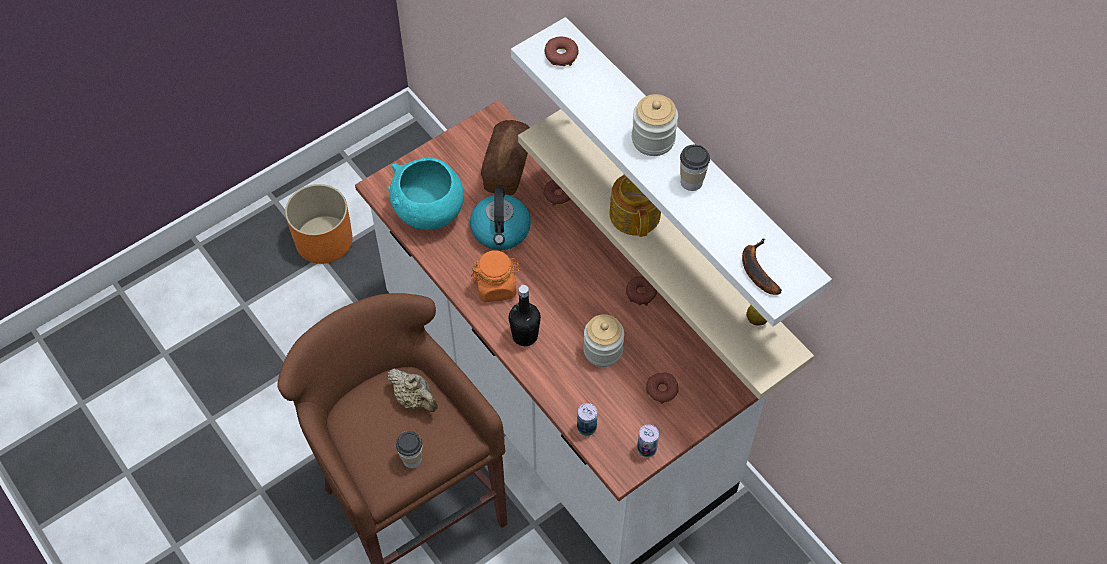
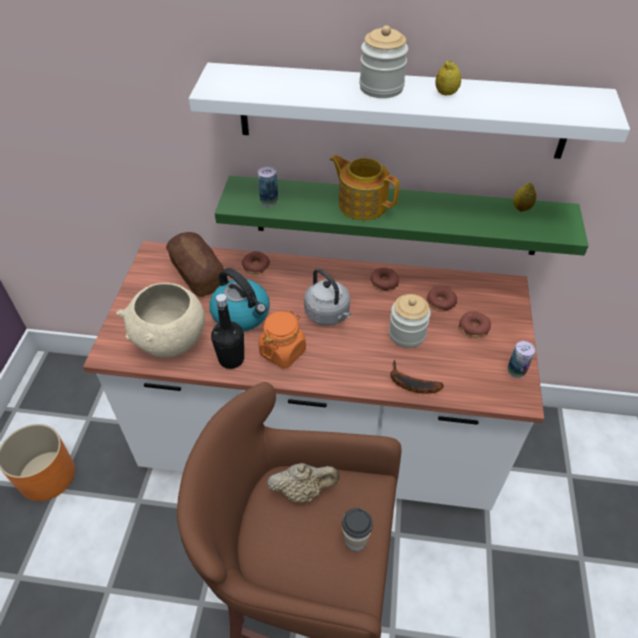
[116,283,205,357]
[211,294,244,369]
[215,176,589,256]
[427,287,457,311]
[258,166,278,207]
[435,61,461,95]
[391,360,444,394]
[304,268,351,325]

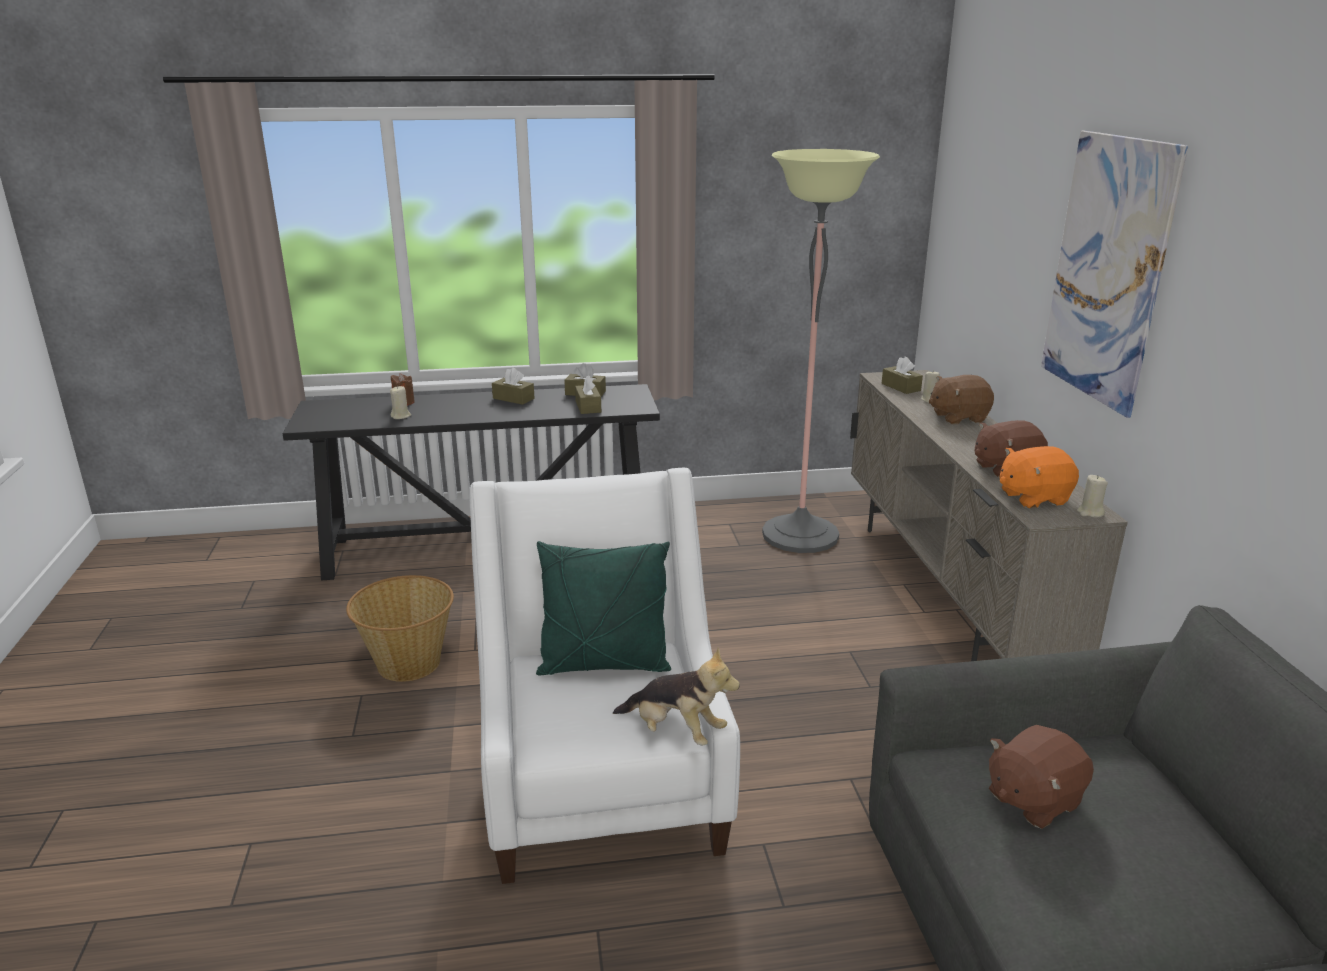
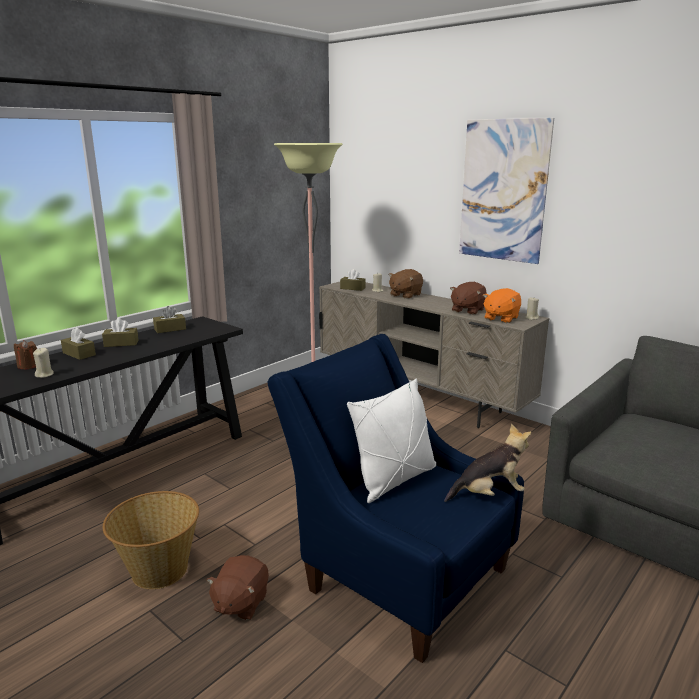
[268,334,524,663]
[347,378,436,503]
[61,328,96,360]
[206,555,269,620]

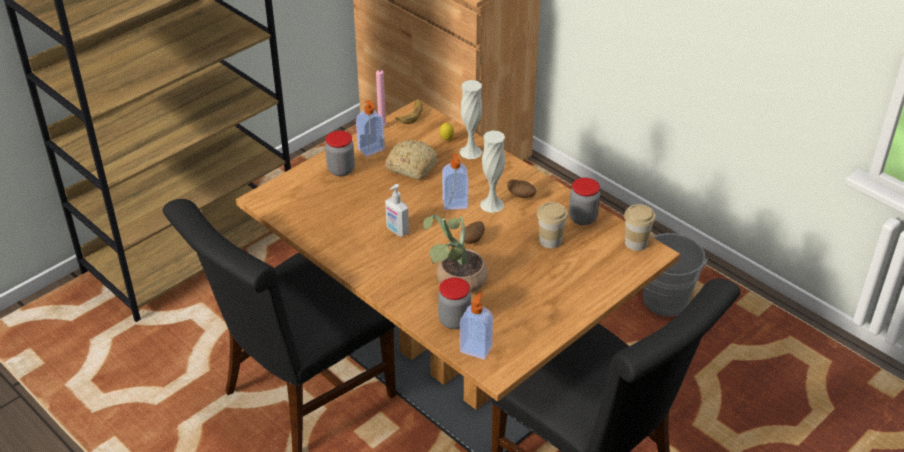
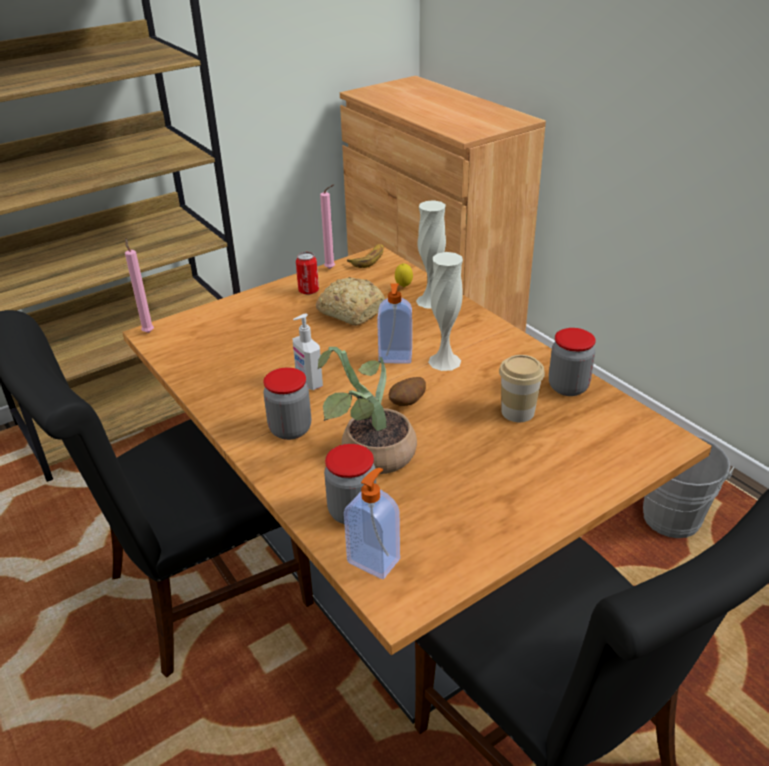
[264,367,311,440]
[296,252,319,295]
[507,179,536,198] (first image)
[624,204,656,251] (first image)
[125,238,154,333]

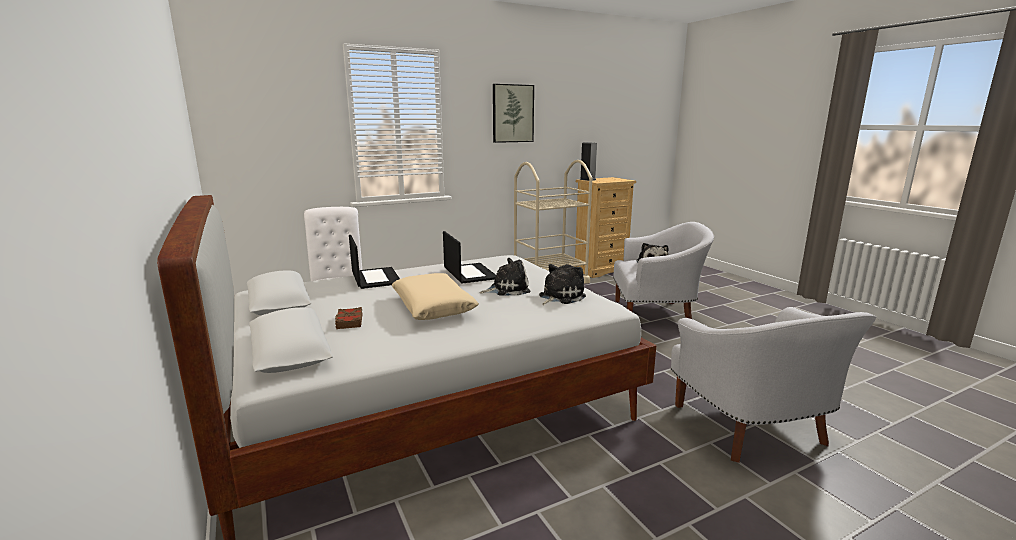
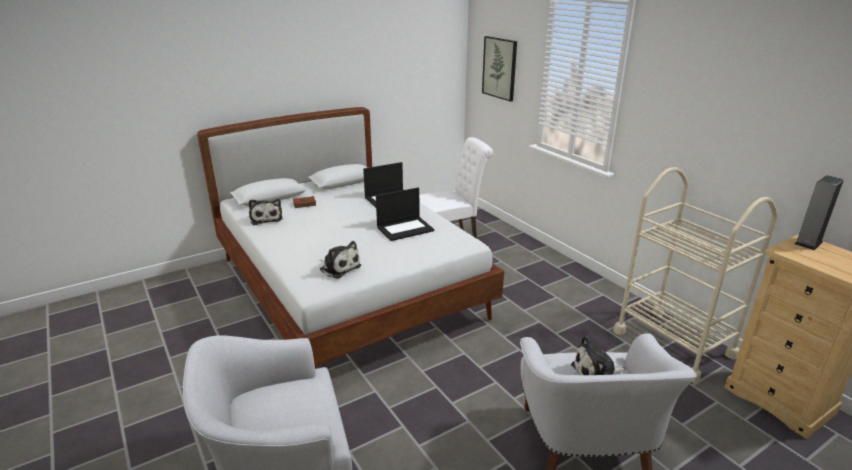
[392,273,479,320] (first image)
[249,199,283,225]
[482,36,517,101]

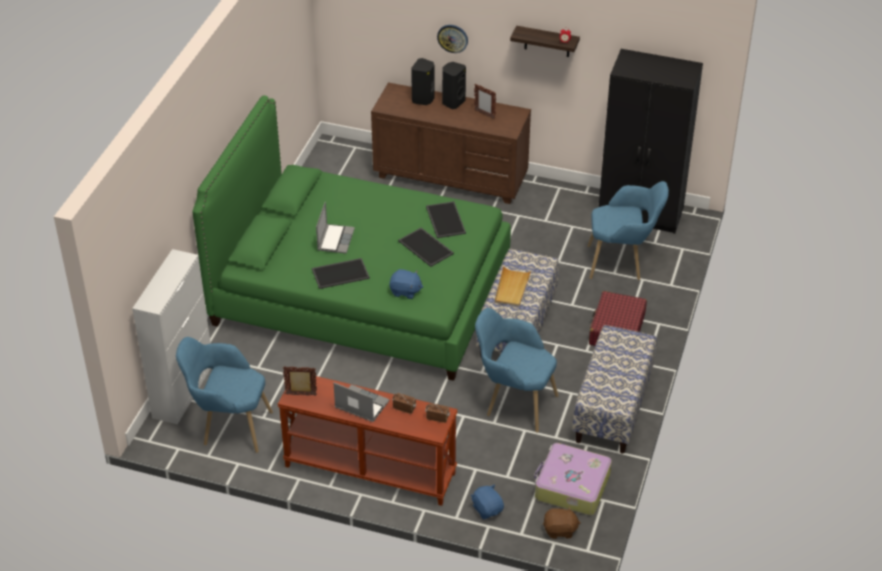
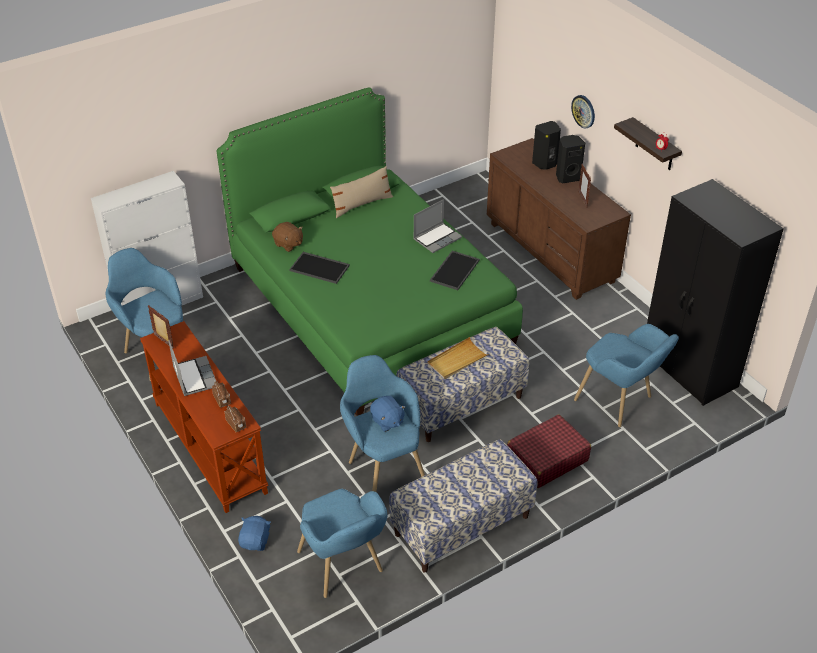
[413,199,462,253]
[370,396,406,432]
[398,228,454,267] (first image)
[297,489,388,598]
[272,222,303,252]
[330,166,393,218]

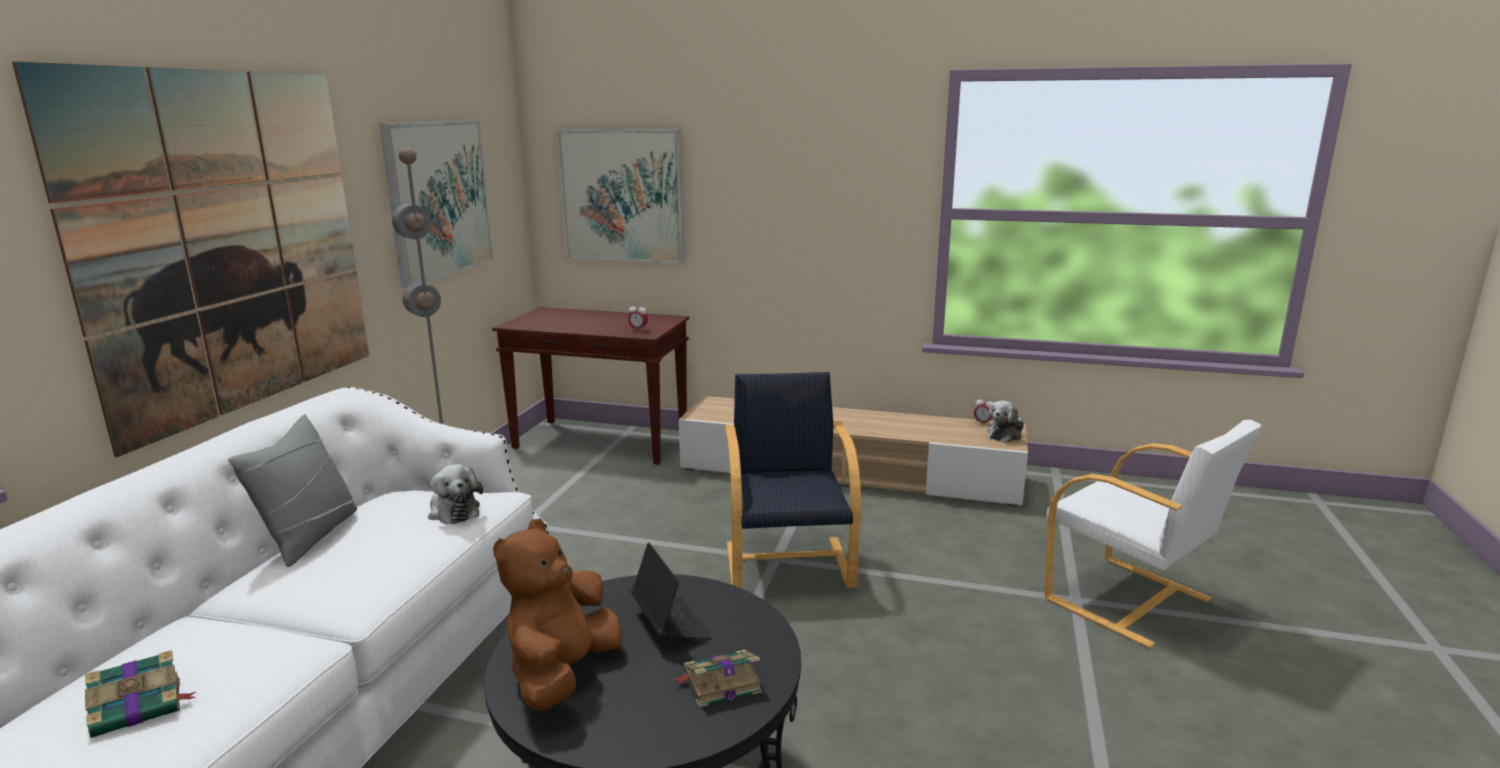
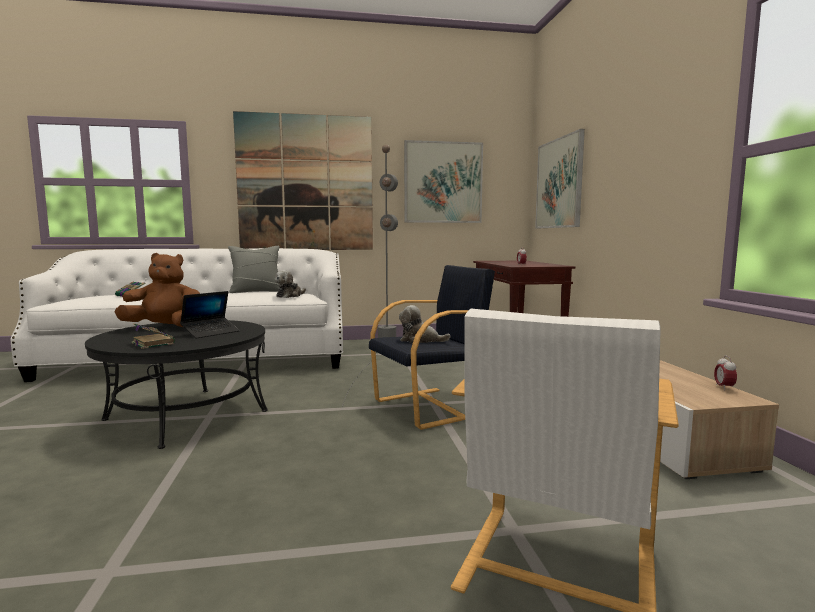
[399,305,451,343]

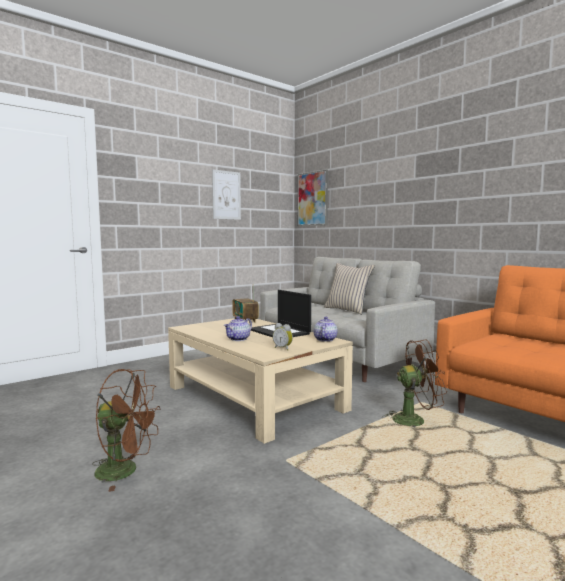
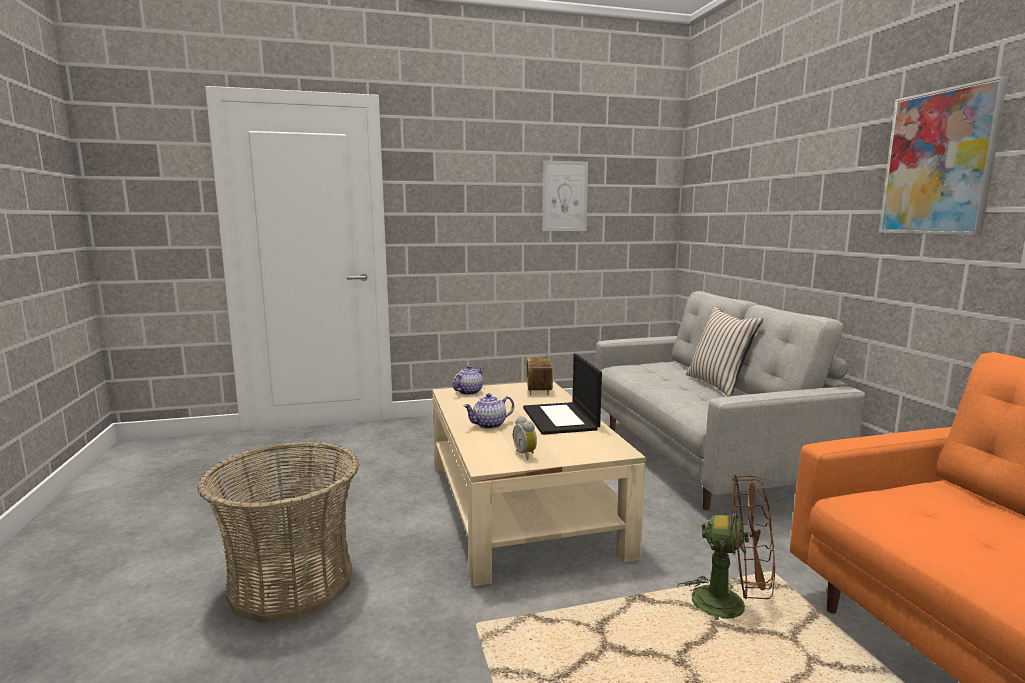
[197,442,359,623]
[879,76,1008,235]
[452,365,484,395]

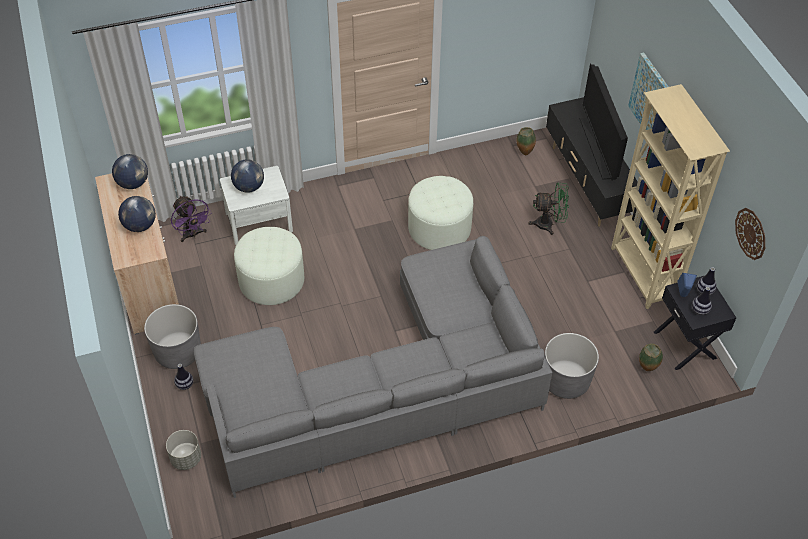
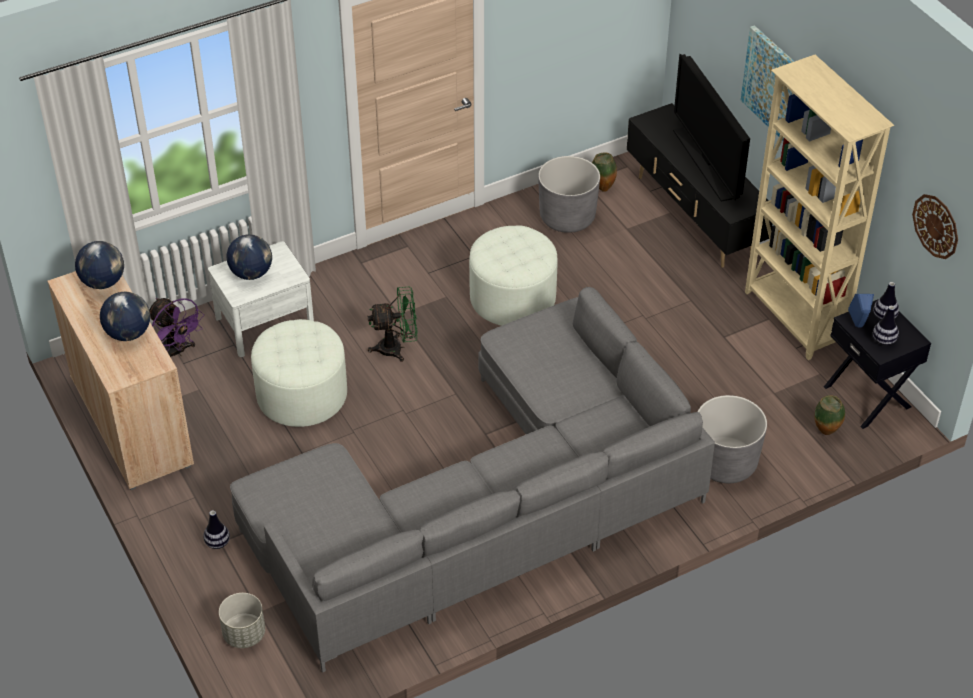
[538,156,600,233]
[368,286,418,362]

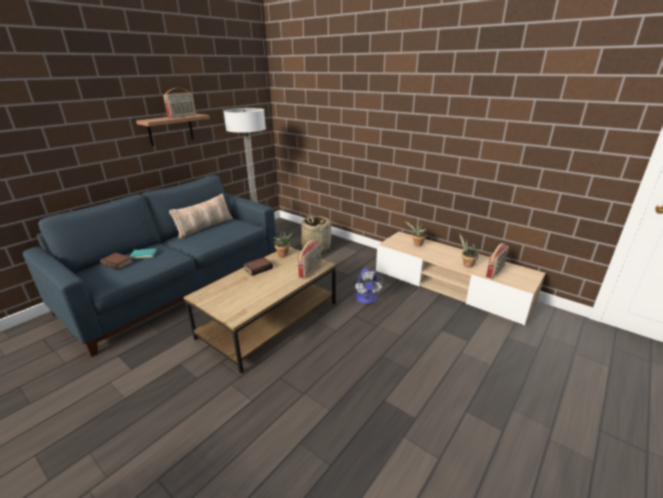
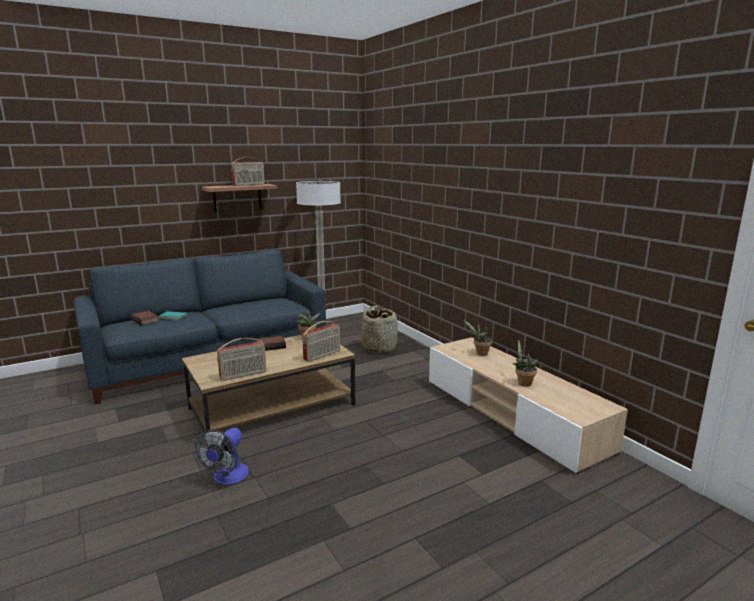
[169,194,233,239] (first image)
[195,428,249,485]
[217,338,266,381]

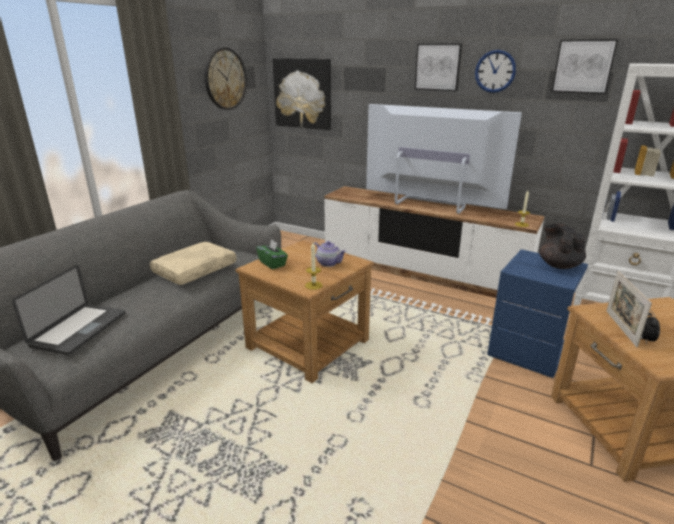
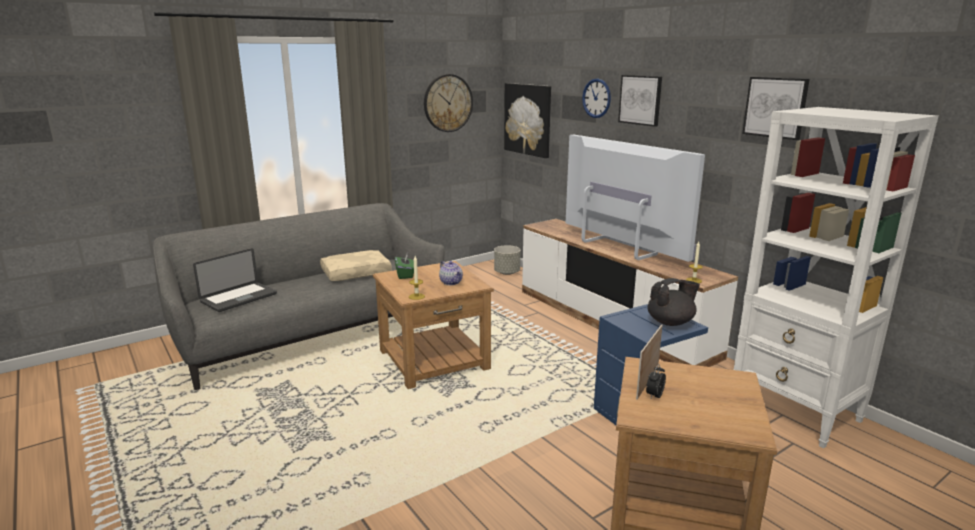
[582,79,611,118]
[647,278,700,326]
[494,245,521,275]

